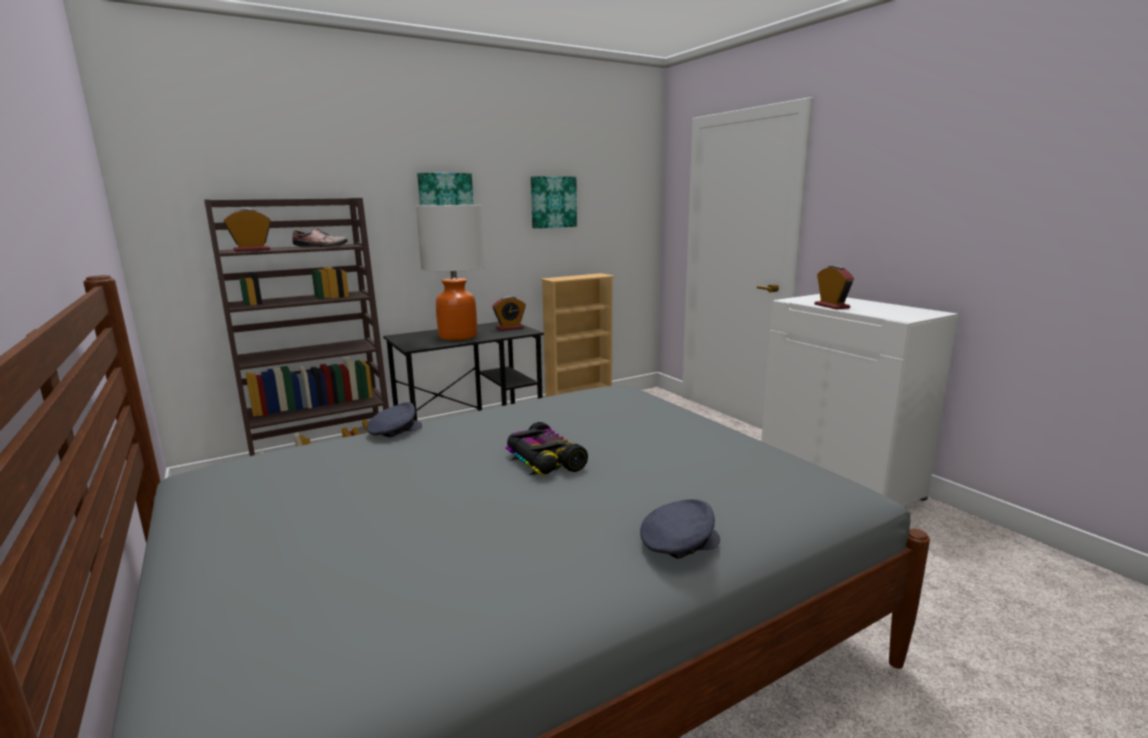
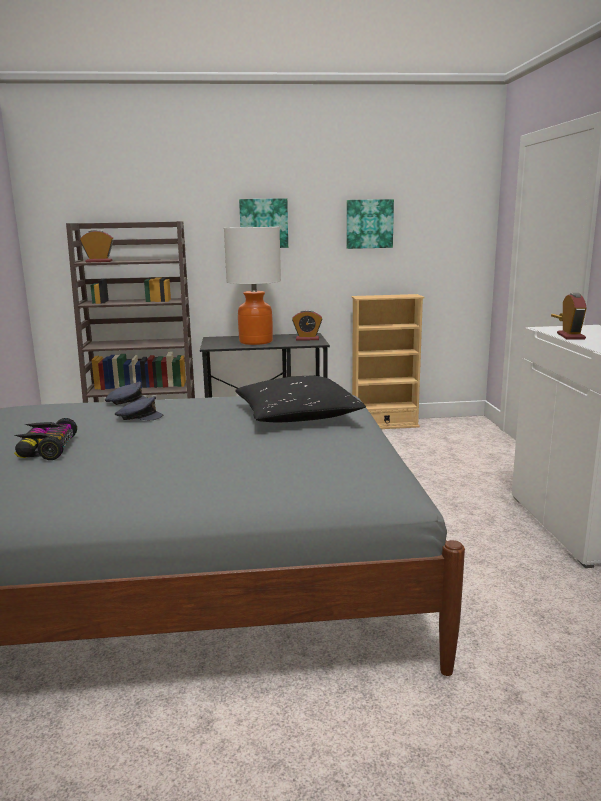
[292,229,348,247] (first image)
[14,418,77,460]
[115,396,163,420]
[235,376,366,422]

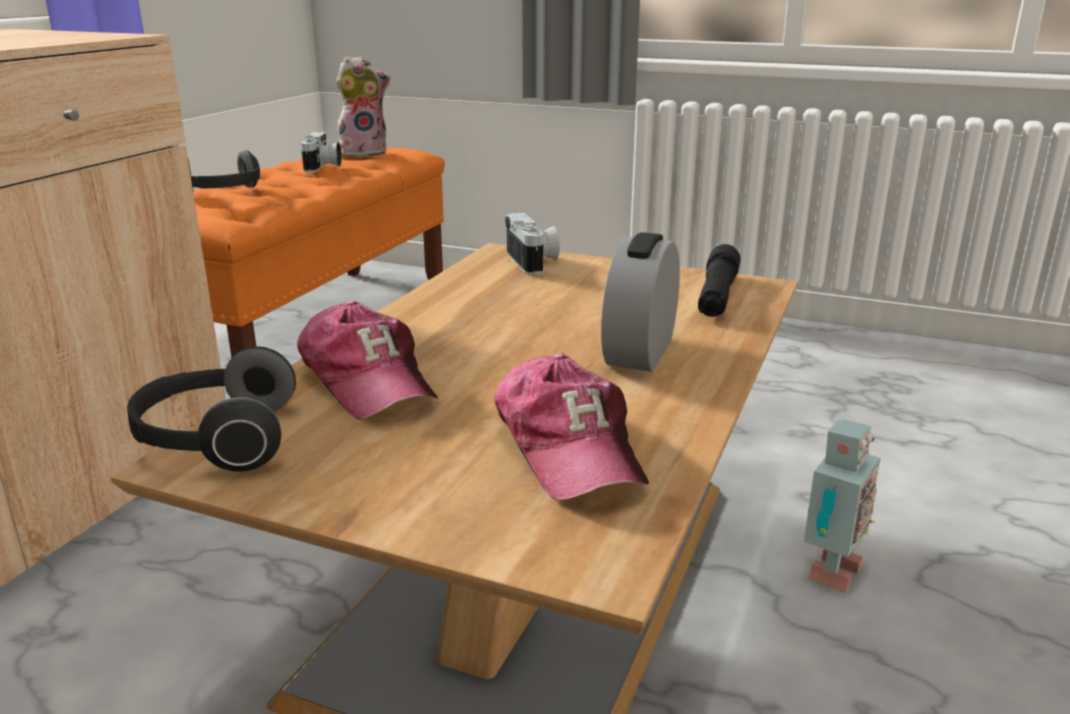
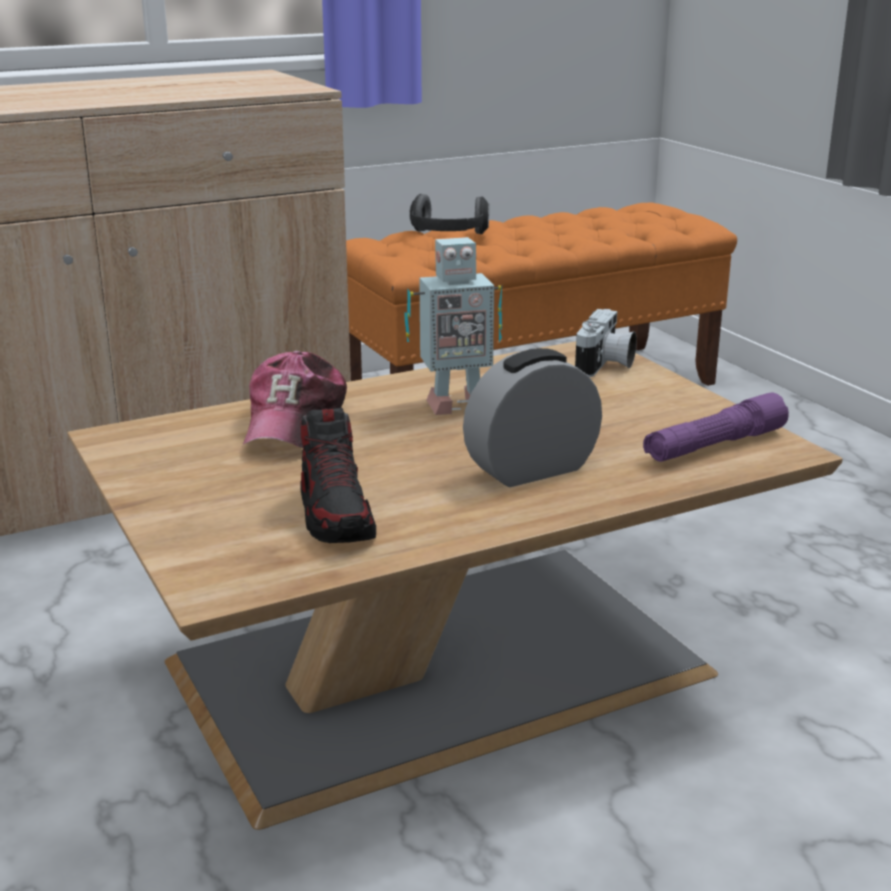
[127,346,296,471] (first image)
[301,132,342,172] (first image)
[336,55,391,157] (first image)
[300,408,376,543]
[643,393,789,462]
[405,237,502,415]

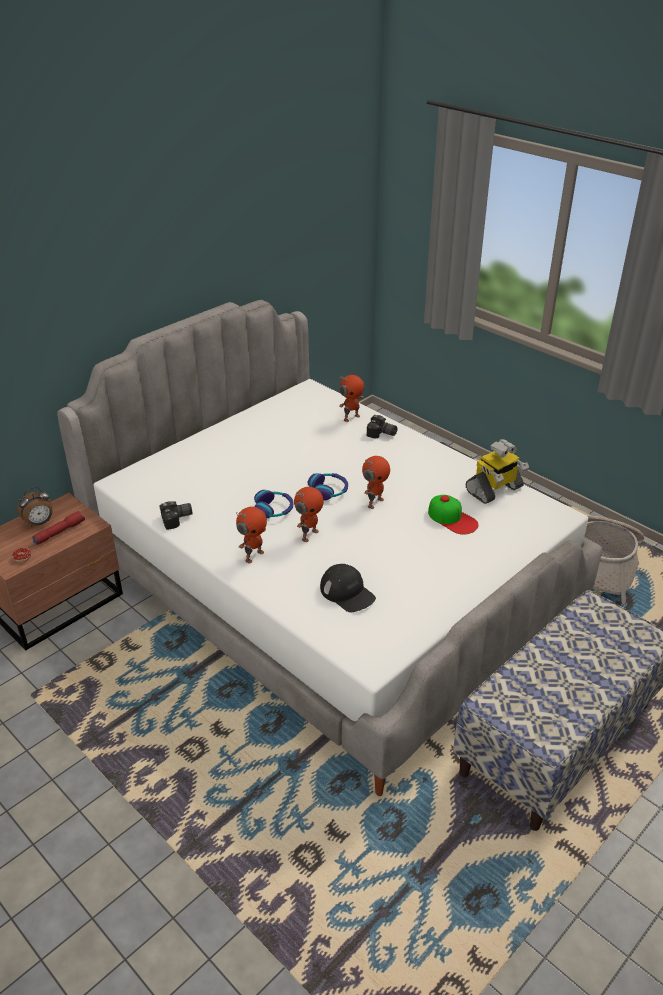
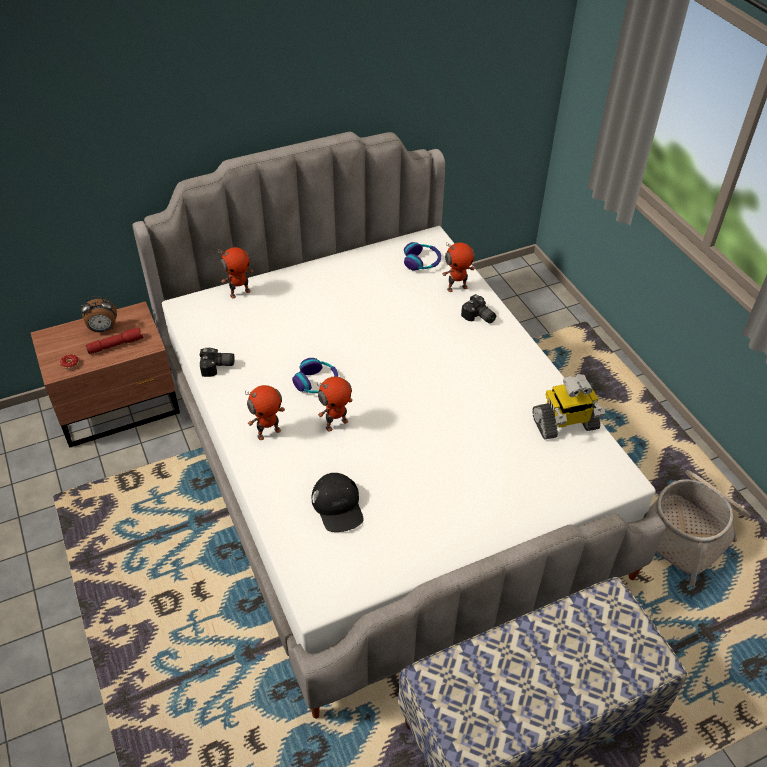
[404,242,441,270]
[218,247,253,298]
[428,495,478,534] (first image)

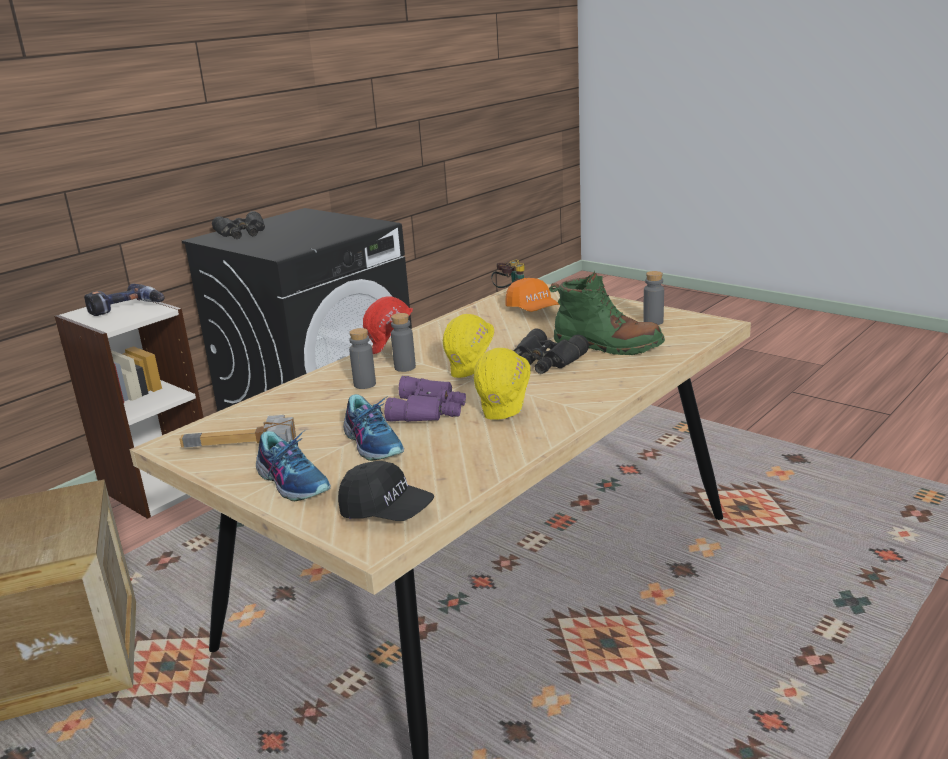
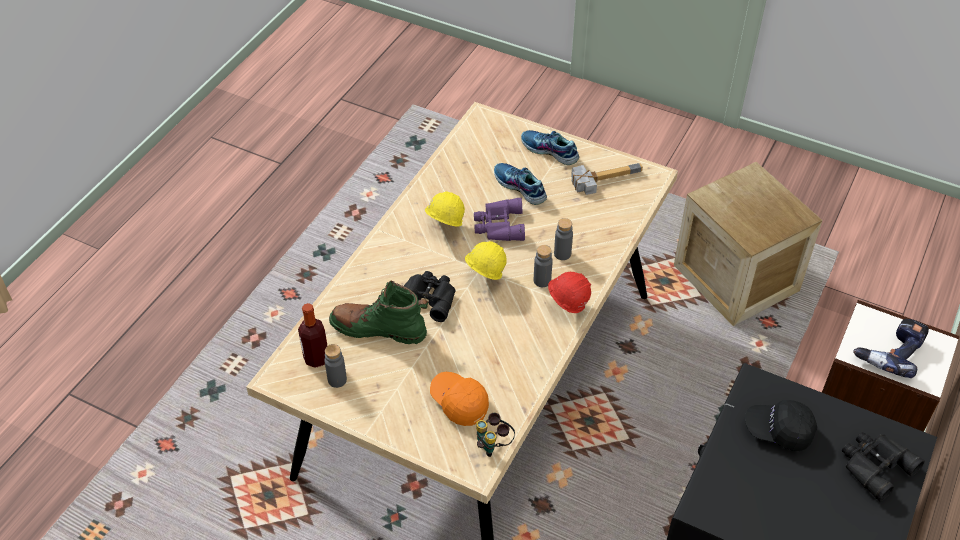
[745,400,817,451]
[298,303,327,368]

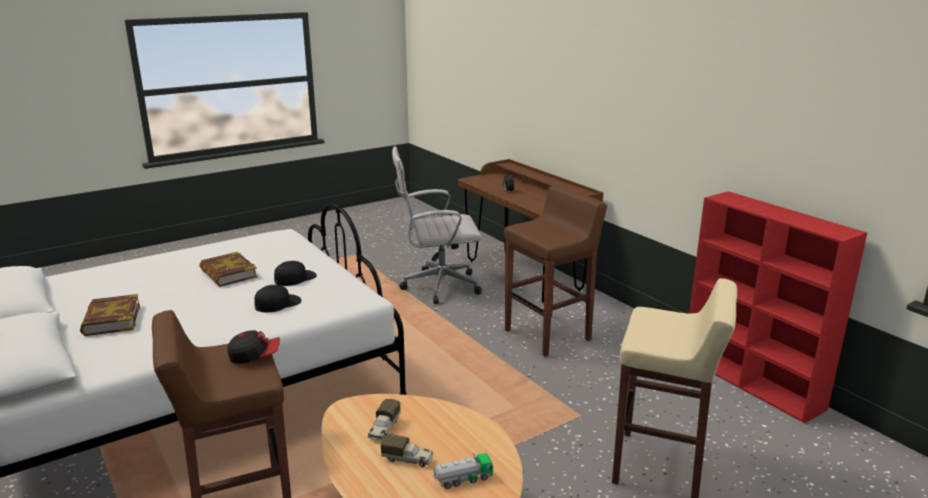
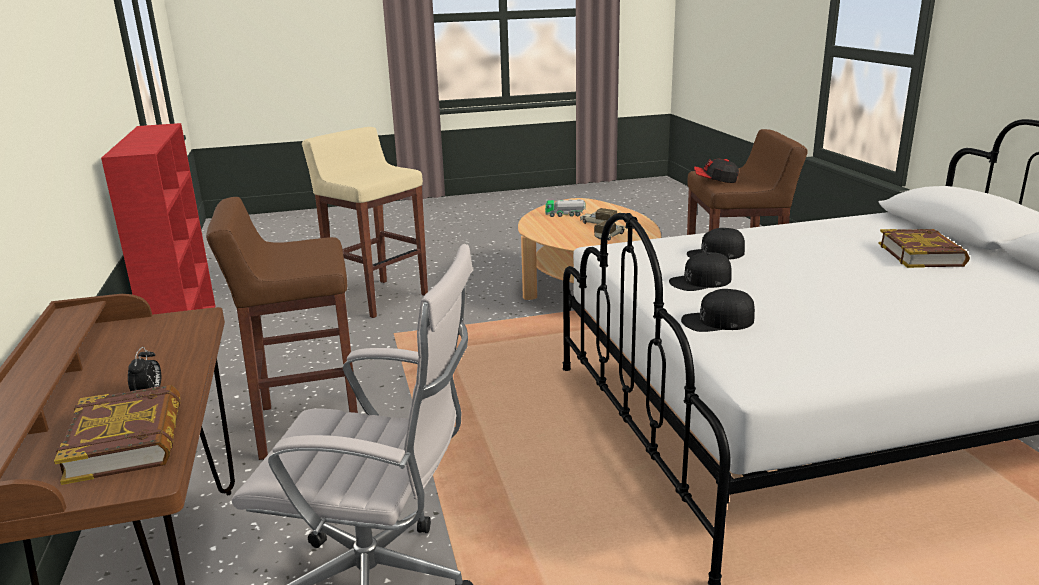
[54,385,181,485]
[681,289,755,332]

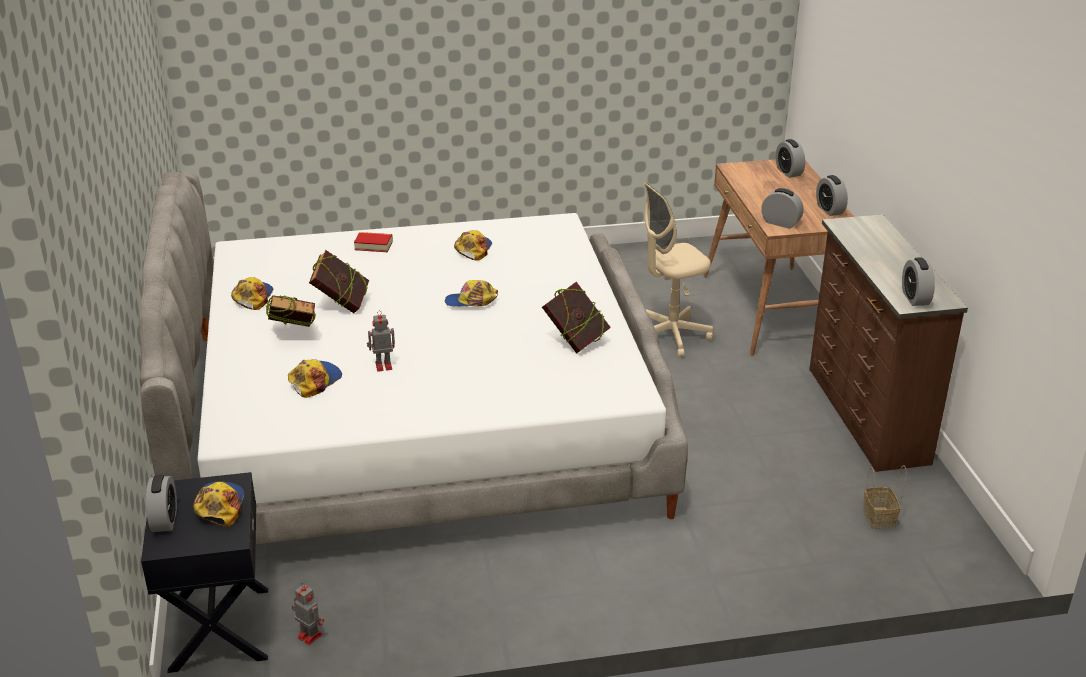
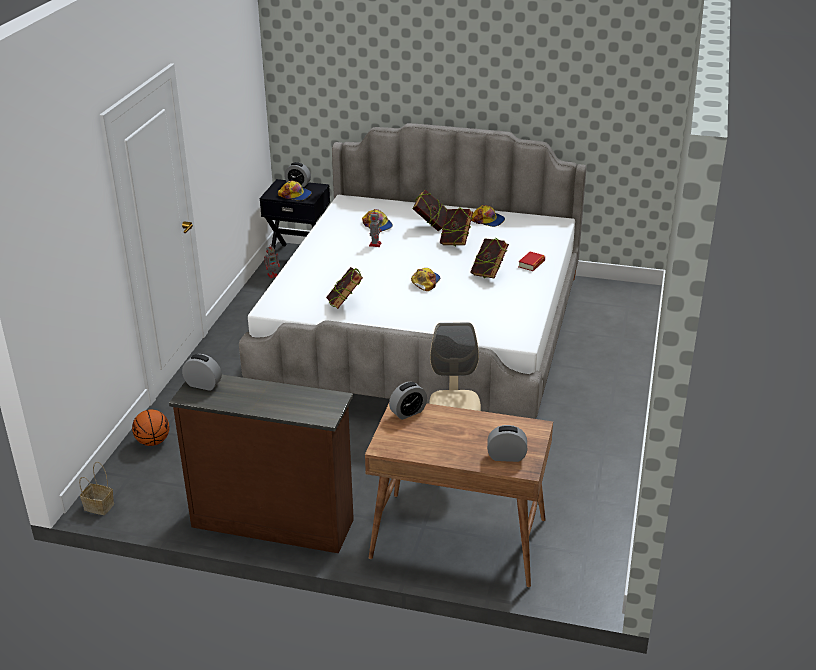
[454,230,492,261] (first image)
[816,175,848,216] (first image)
[79,462,114,515]
[132,409,169,446]
[470,238,509,279]

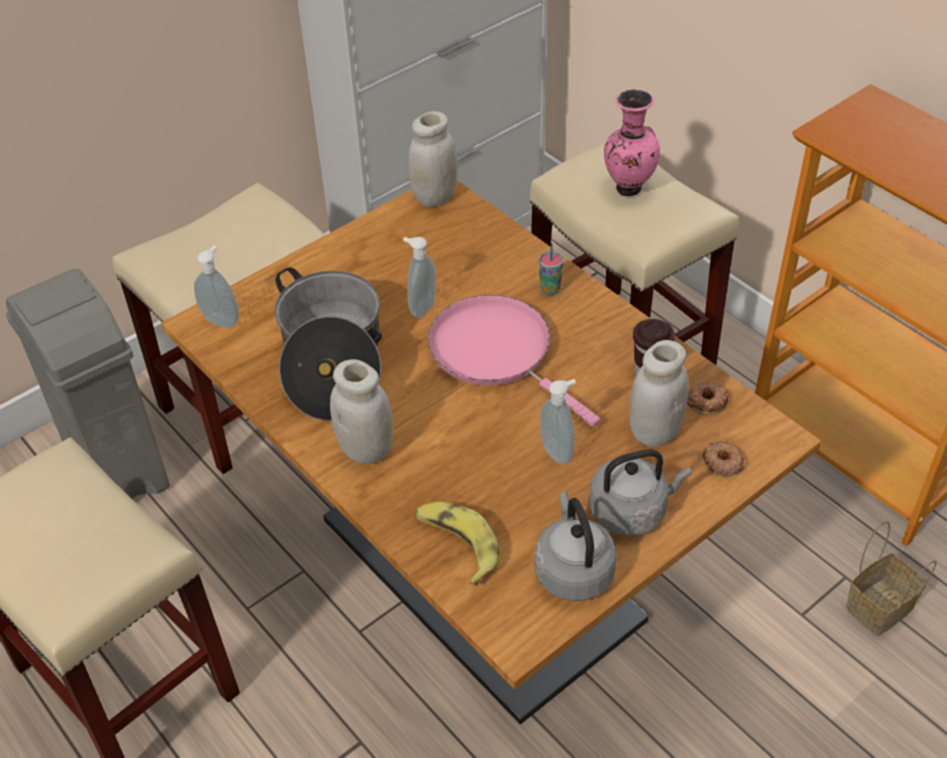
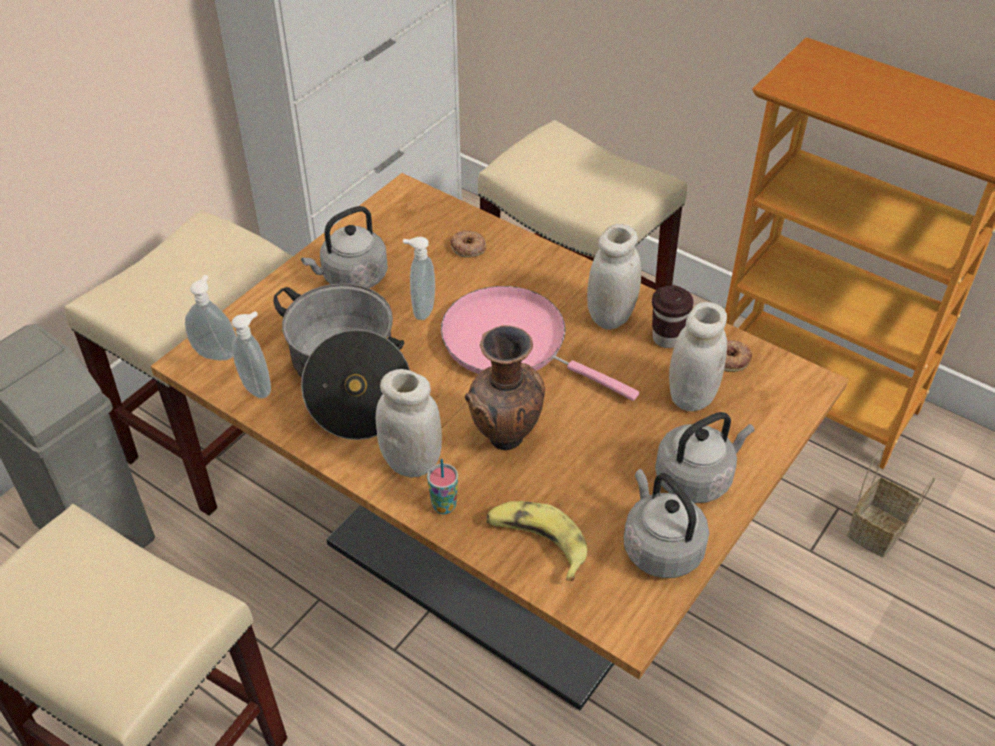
[587,224,641,330]
[427,459,458,514]
[231,311,271,399]
[604,89,660,196] (first image)
[450,230,487,258]
[301,206,388,288]
[465,325,545,450]

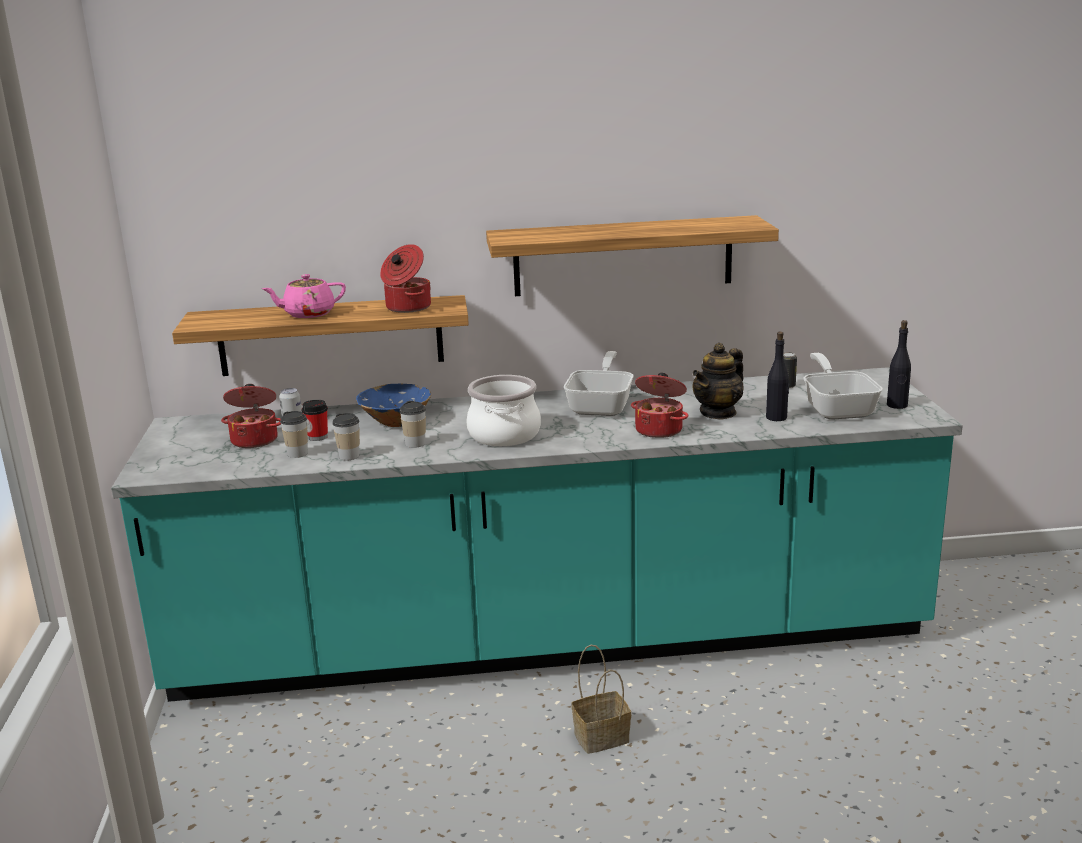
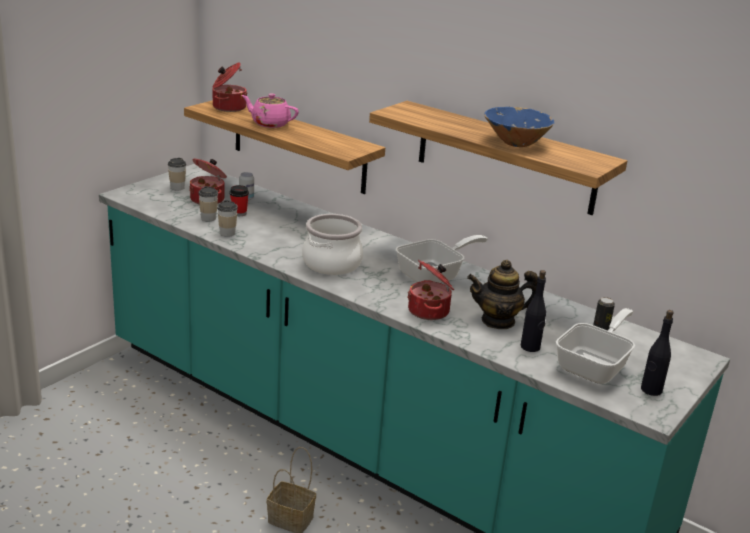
[484,107,554,147]
[213,62,248,112]
[168,158,186,190]

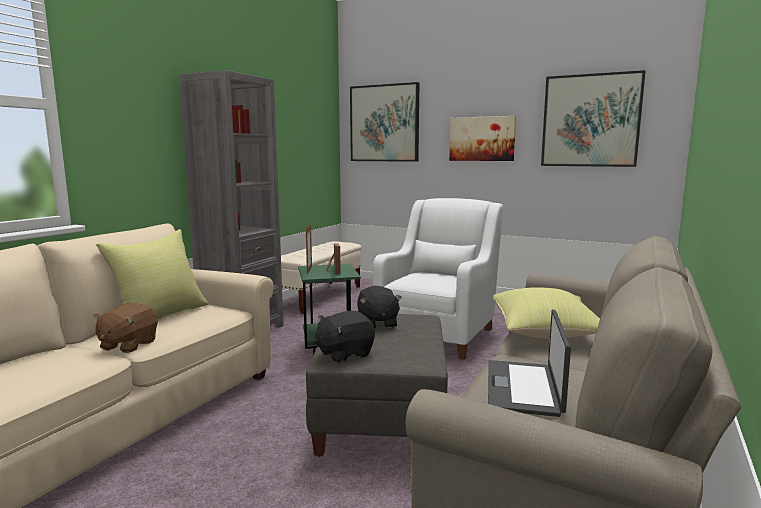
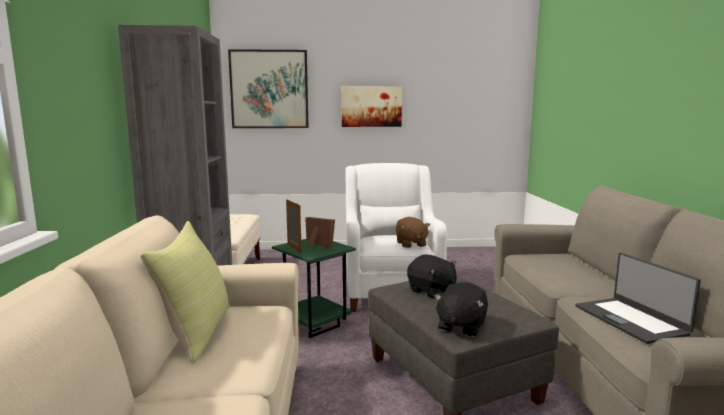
[396,217,430,248]
[493,287,600,338] (first image)
[541,70,646,167] (first image)

